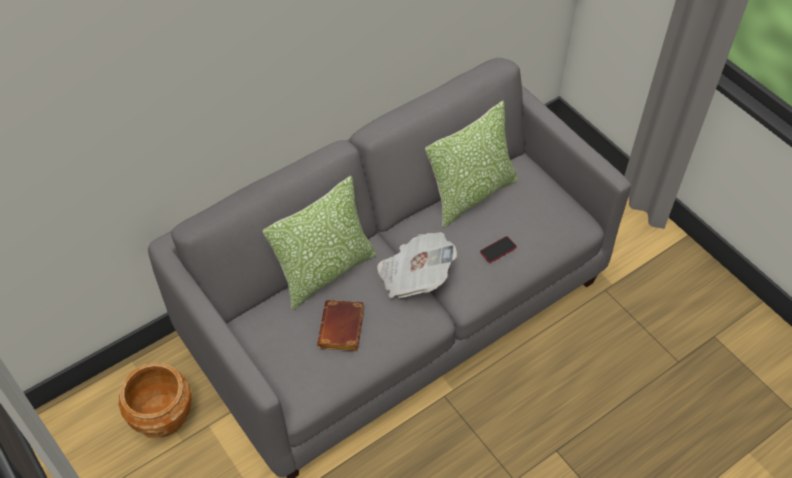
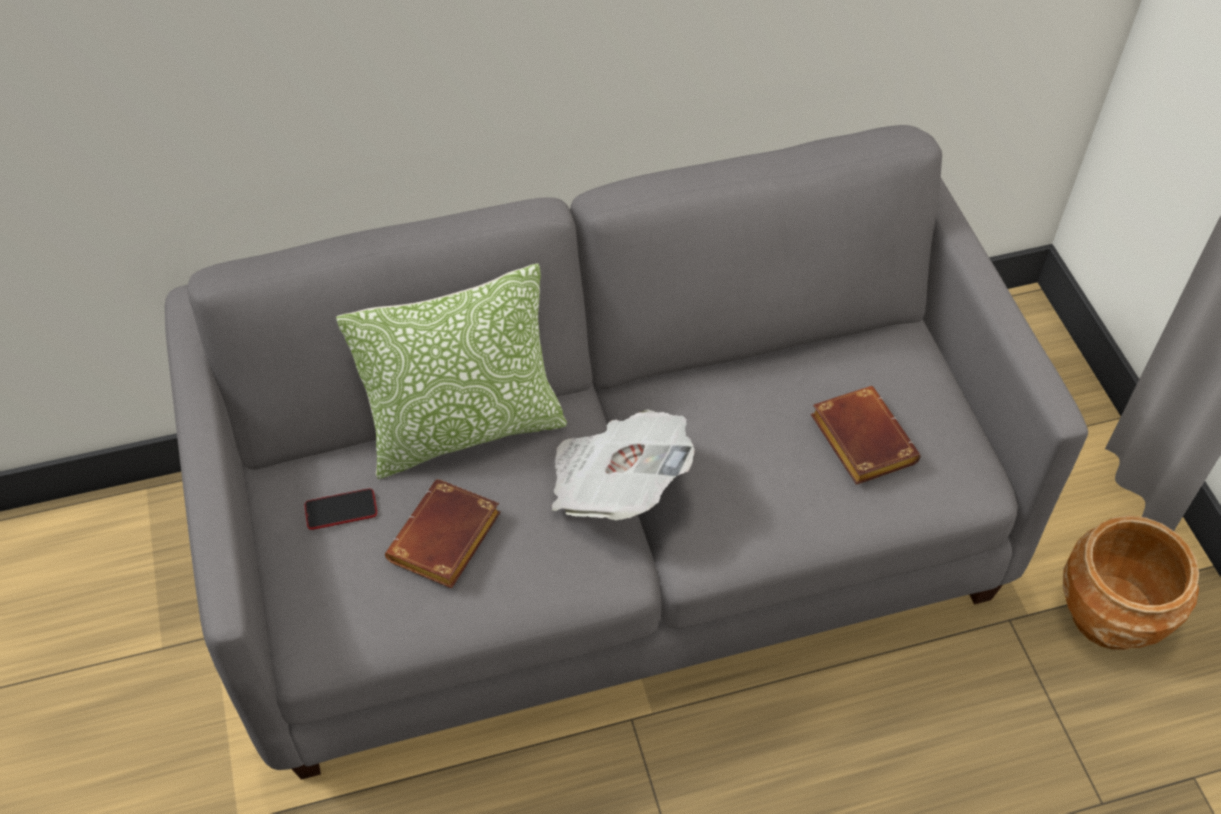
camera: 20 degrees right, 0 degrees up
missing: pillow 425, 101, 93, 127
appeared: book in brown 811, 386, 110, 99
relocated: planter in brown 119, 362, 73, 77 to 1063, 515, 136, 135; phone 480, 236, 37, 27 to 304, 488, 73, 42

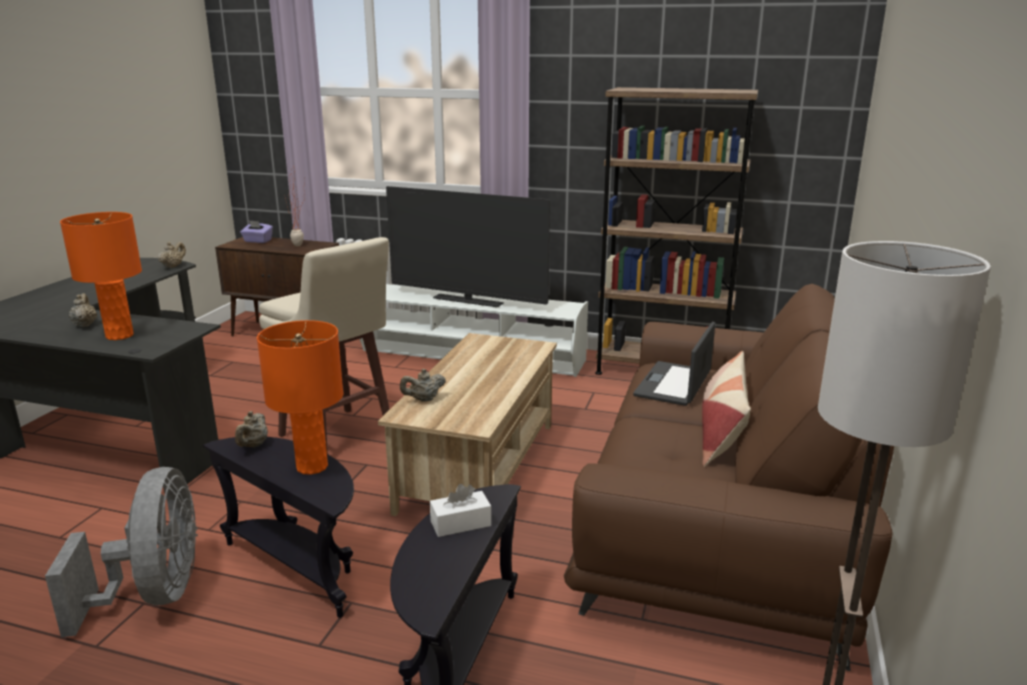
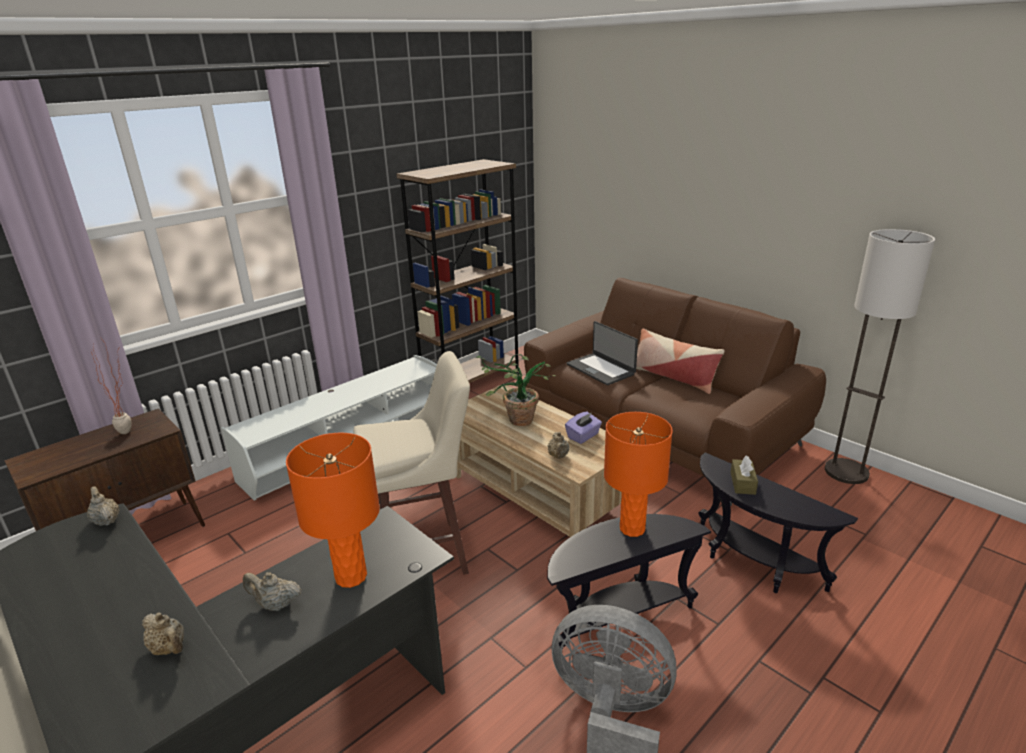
camera: 60 degrees left, 5 degrees up
missing: television 386, 186, 164, 121
appeared: potted plant 476, 354, 80, 72
relocated: teapot in beige 235, 411, 33, 36 to 142, 613, 42, 42; tissue box in purple 240, 220, 33, 23 to 565, 412, 37, 32
colour: tissue box in white 430, 484, 61, 53 to tissue box in brown 731, 455, 27, 40

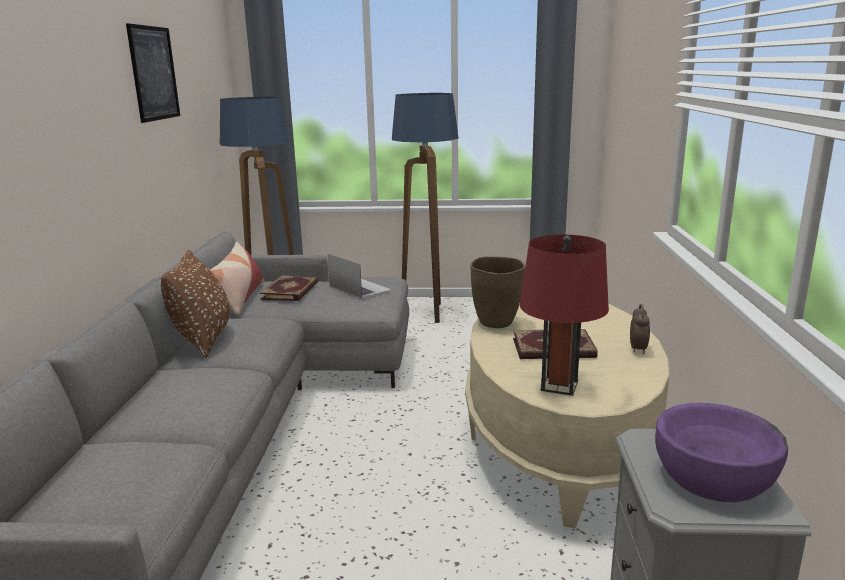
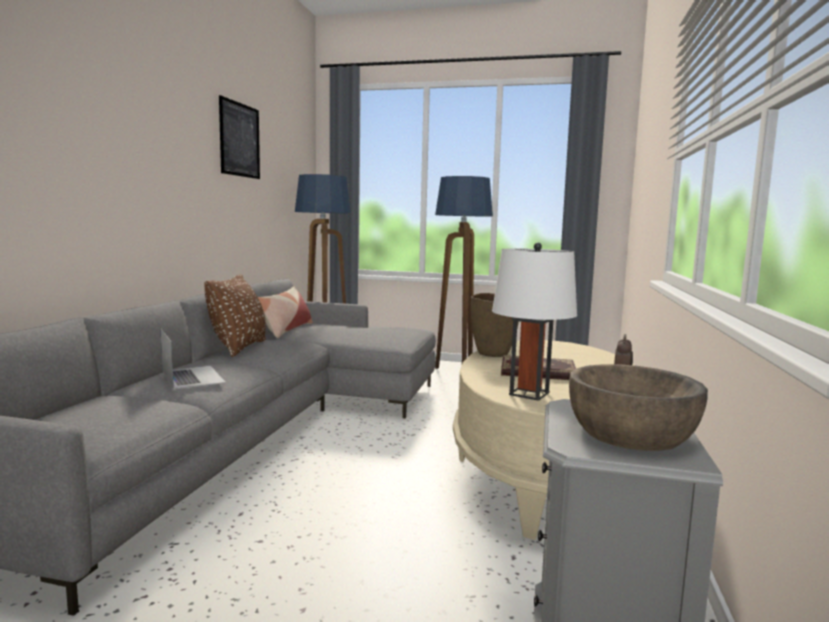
camera: 10 degrees right, 10 degrees down
missing: book 260, 275, 58, 26
relocated: laptop 328, 254, 63, 45 to 161, 329, 65, 60
colour: table lamp in red 520, 235, 89, 161 to table lamp in white 492, 242, 85, 159; bowl in purple 655, 403, 133, 99 to bowl in brown 569, 364, 139, 87

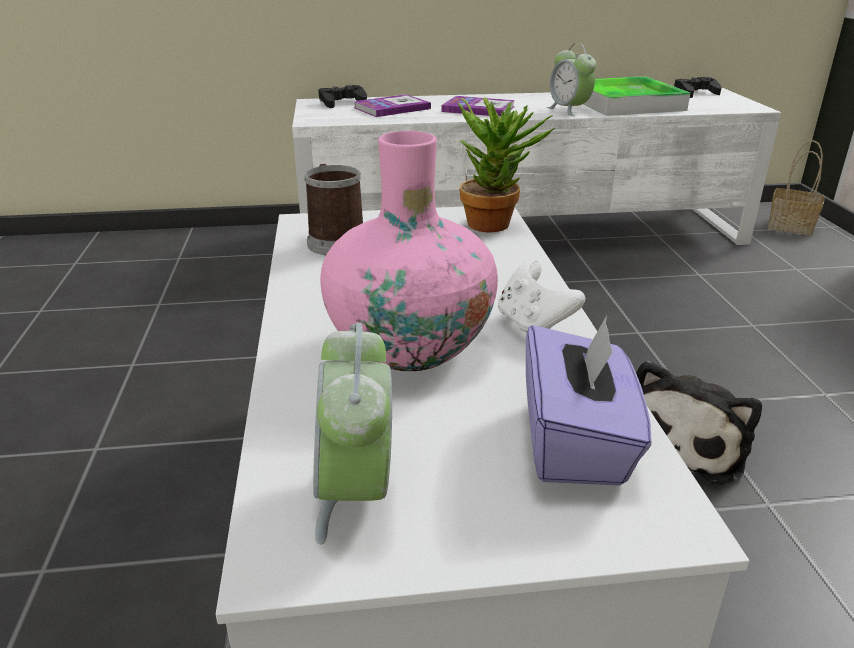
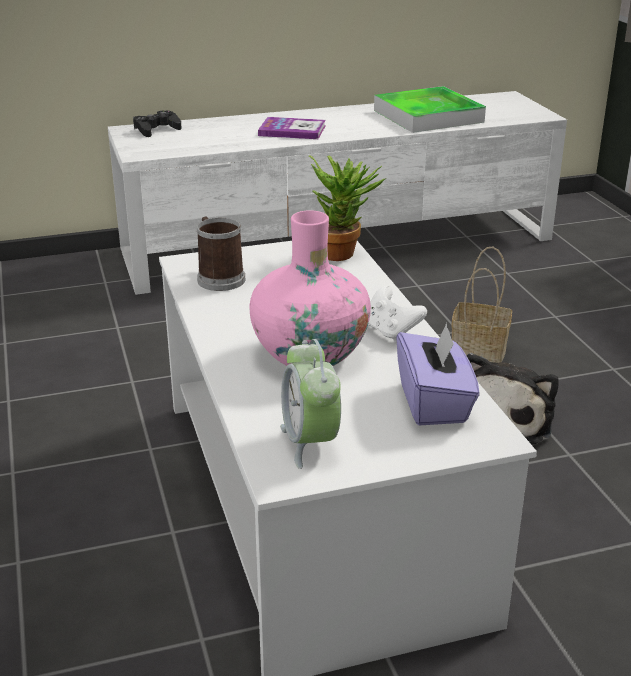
camera: 10 degrees left, 0 degrees up
missing: book 353, 94, 78, 23; alarm clock 547, 43, 49, 73; game controller in black 674, 76, 48, 22
relocated: basket 768, 140, 57, 96 to 451, 246, 61, 117

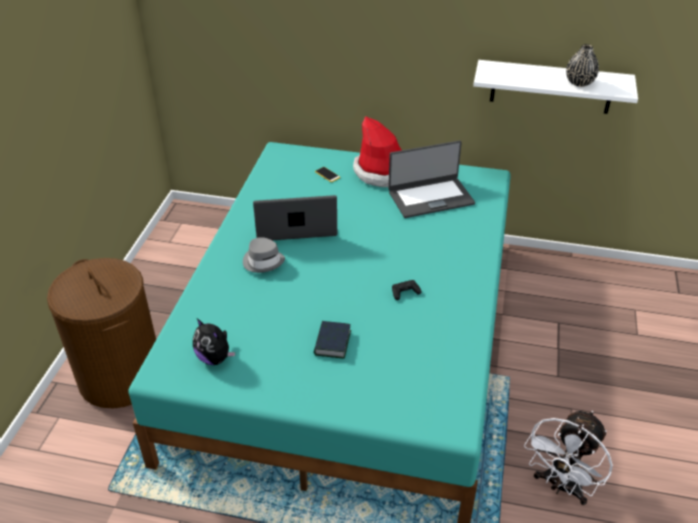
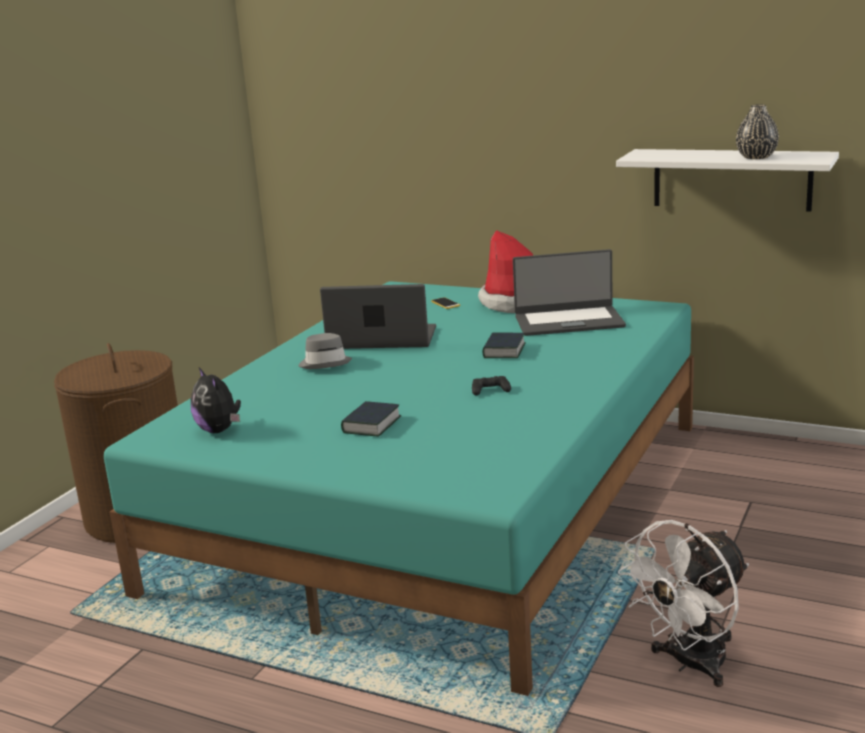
camera: 15 degrees right, 20 degrees down
appeared: book 482, 333, 44, 25

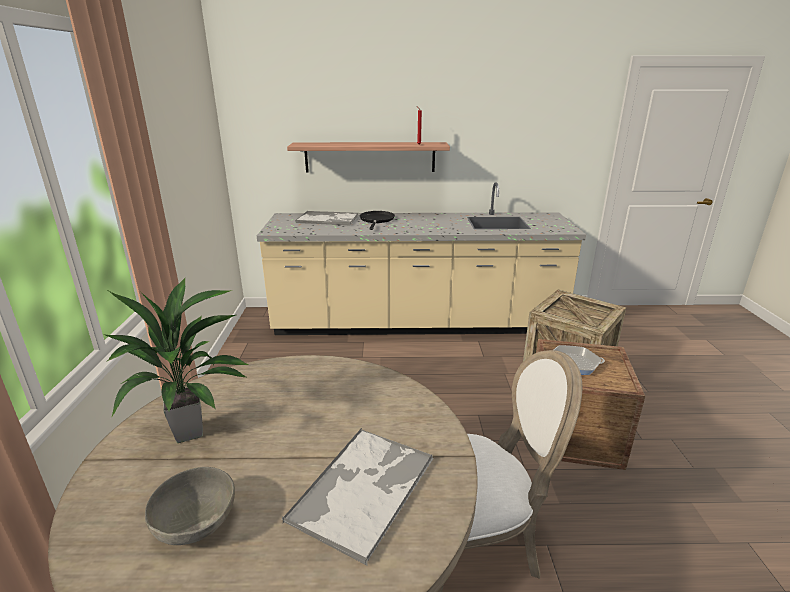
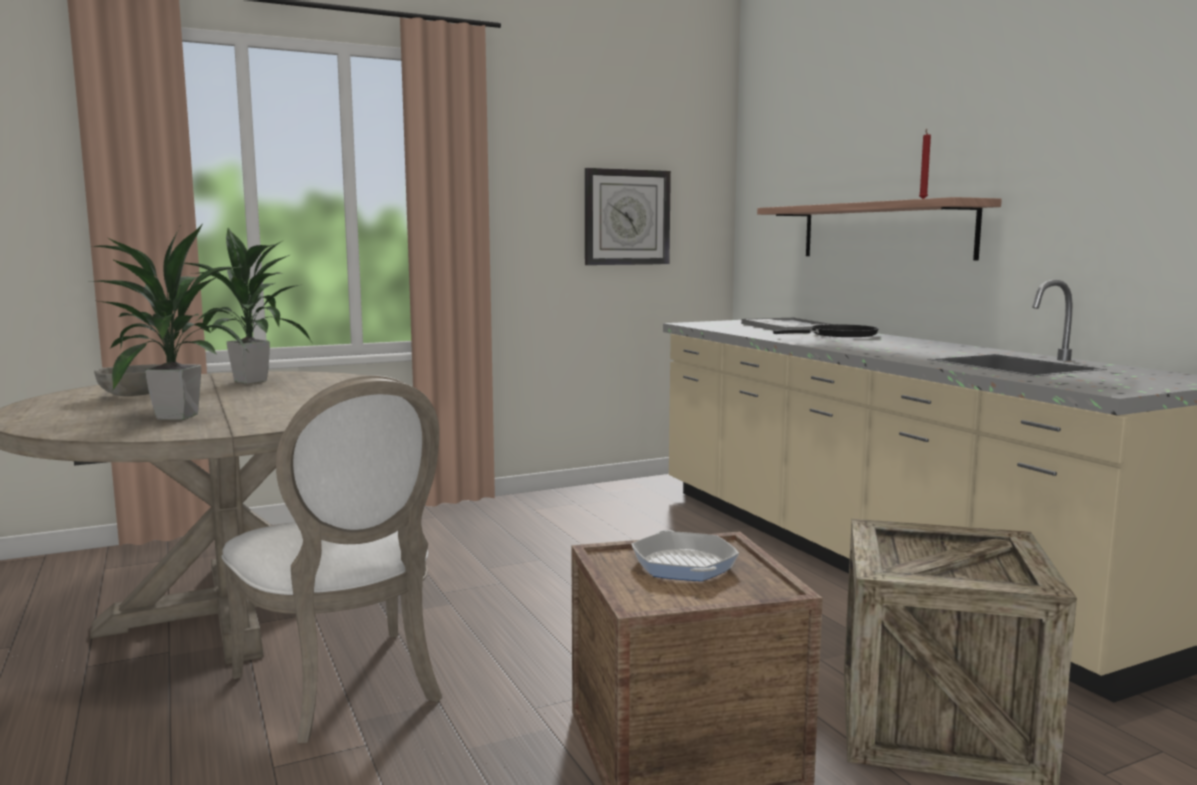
camera: 65 degrees right, 15 degrees down
appeared: wall clock 585, 168, 86, 97
exchanged: tray 282, 428, 152, 137 to potted plant 92, 225, 156, 195

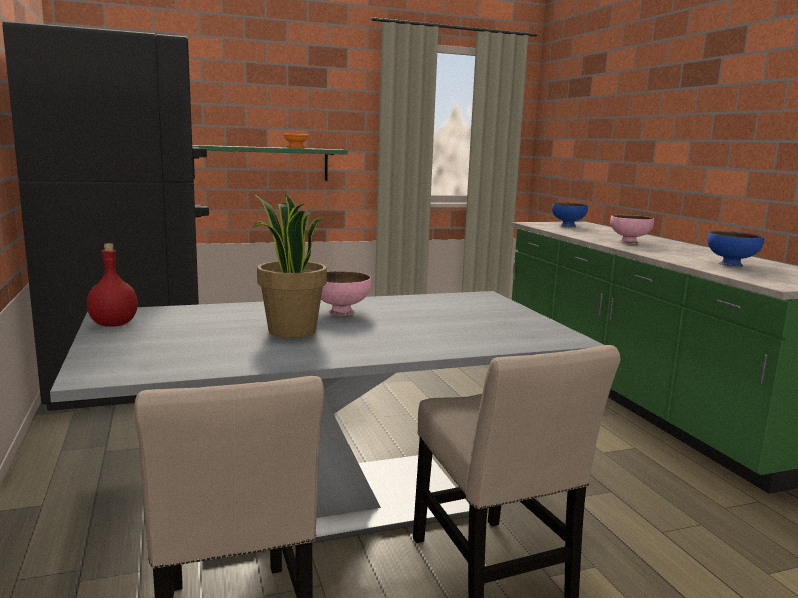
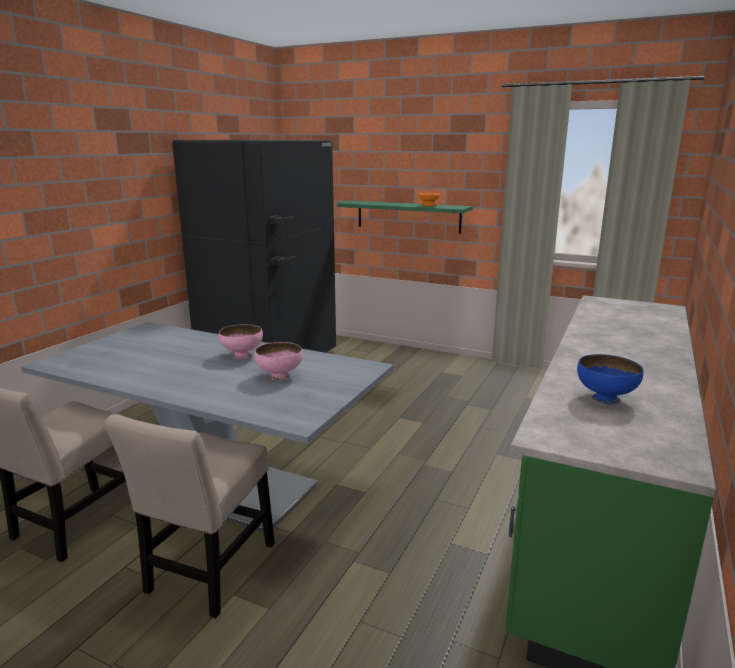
camera: 45 degrees right, 5 degrees up
missing: bottle in red 87, 243, 51, 84; potted plant 252, 194, 75, 144; bowl in blue 552, 203, 36, 24
relocated: bowl in pink 610, 215, 44, 29 to 254, 342, 49, 38

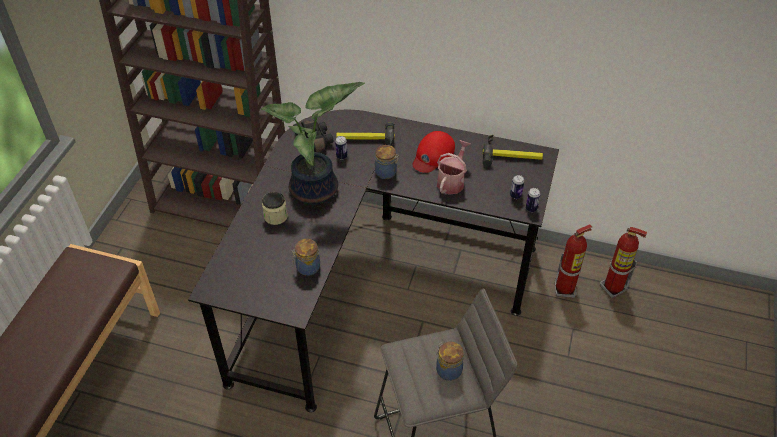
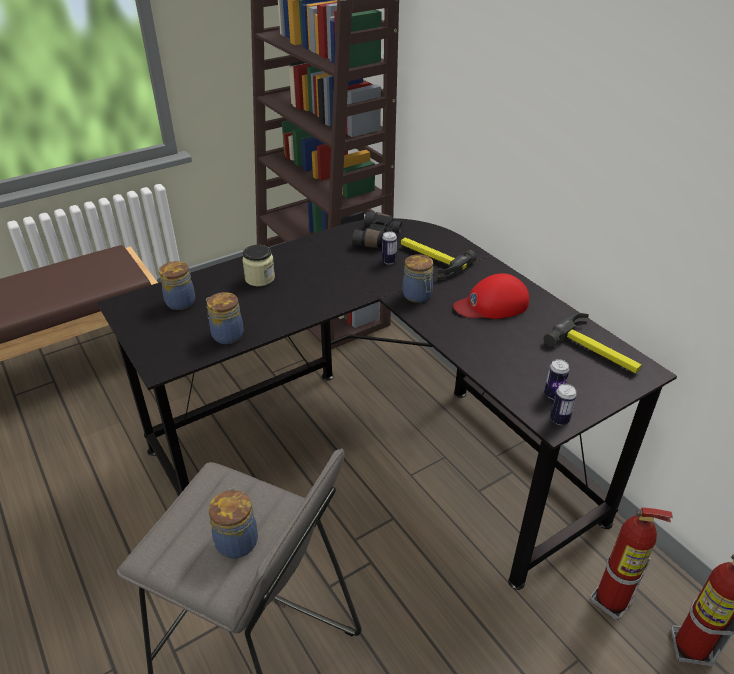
camera: 40 degrees right, 10 degrees down
missing: potted plant 262, 82, 103, 123; watering can 437, 140, 34, 55
appeared: jar 159, 261, 36, 49

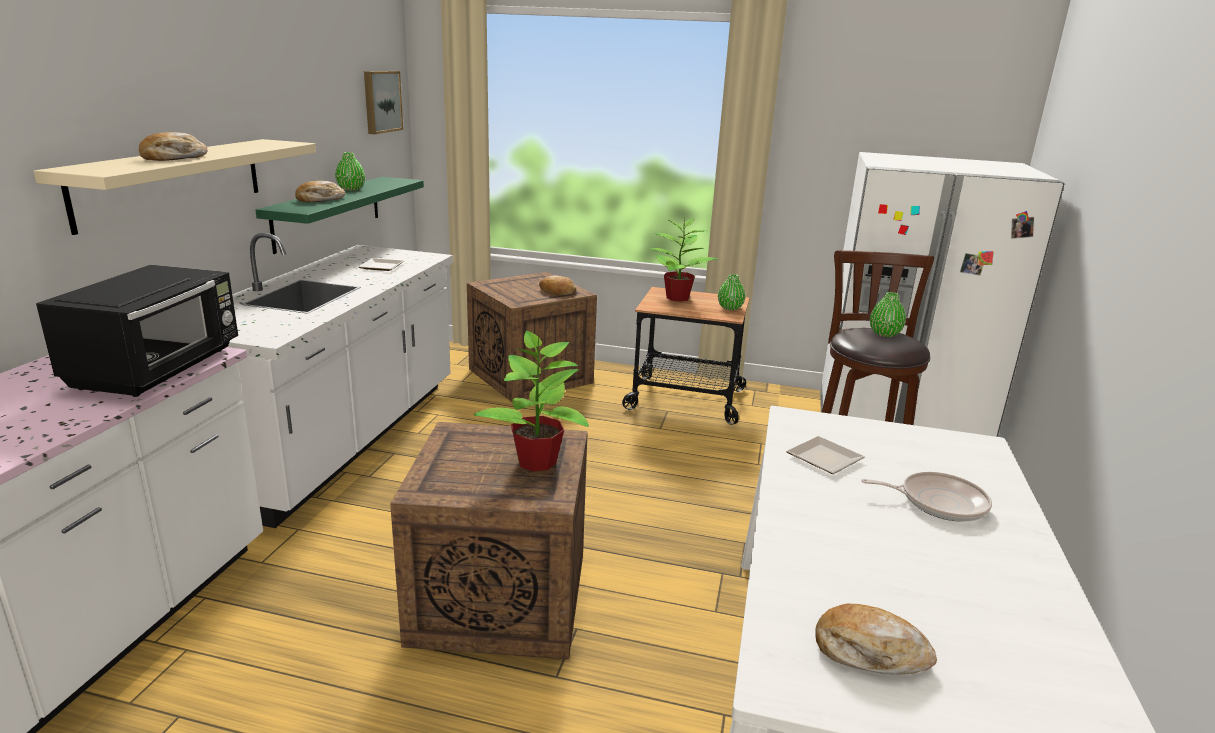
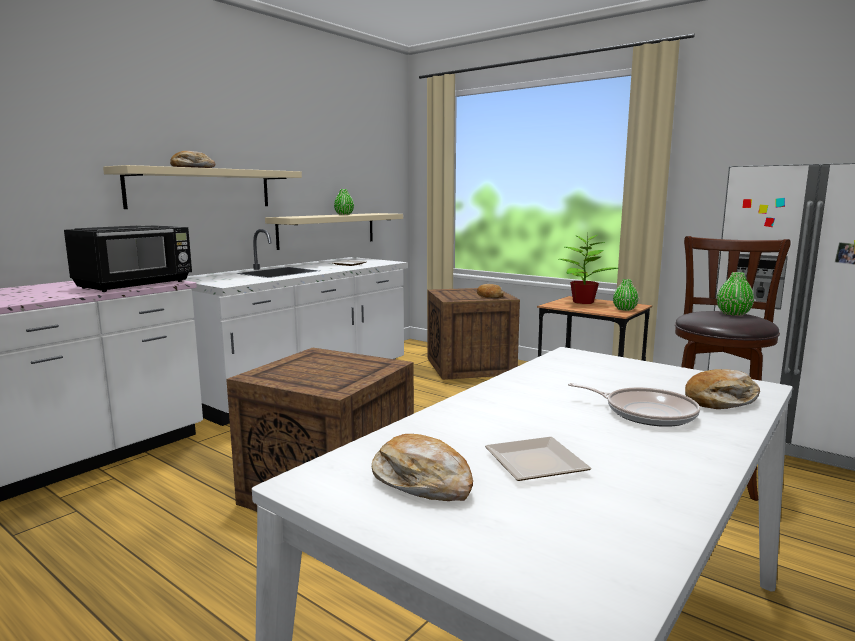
camera: 25 degrees right, 10 degrees down
missing: picture 364, 71, 39, 63; potted plant 474, 331, 115, 140
relocated: bread 295, 181, 50, 21 to 685, 369, 75, 40; plate 786, 436, 79, 38 to 485, 437, 107, 44
colour: shelf in green 255, 177, 169, 77 to shelf in beige 265, 213, 138, 37

